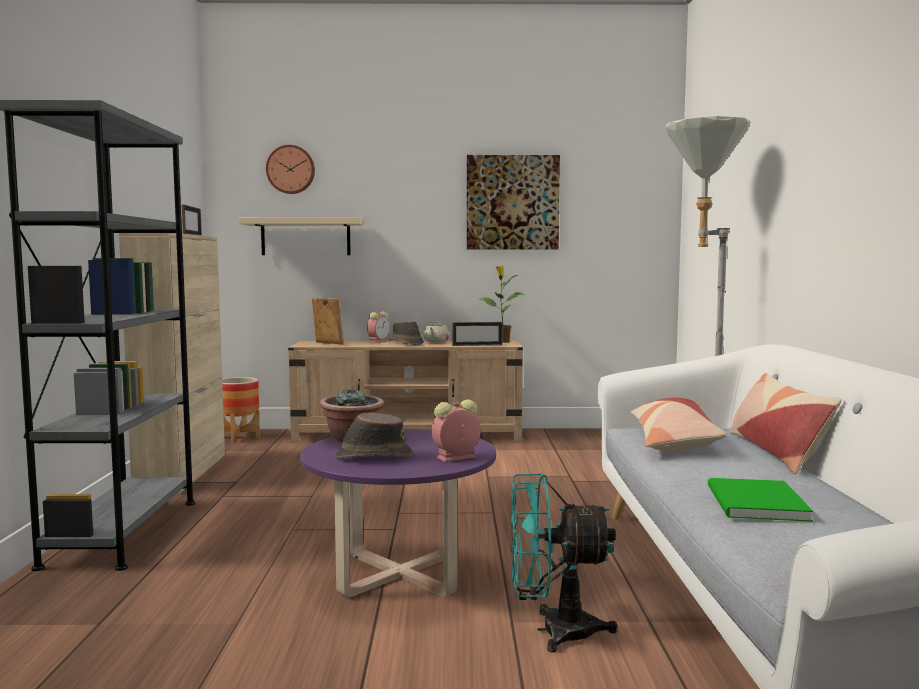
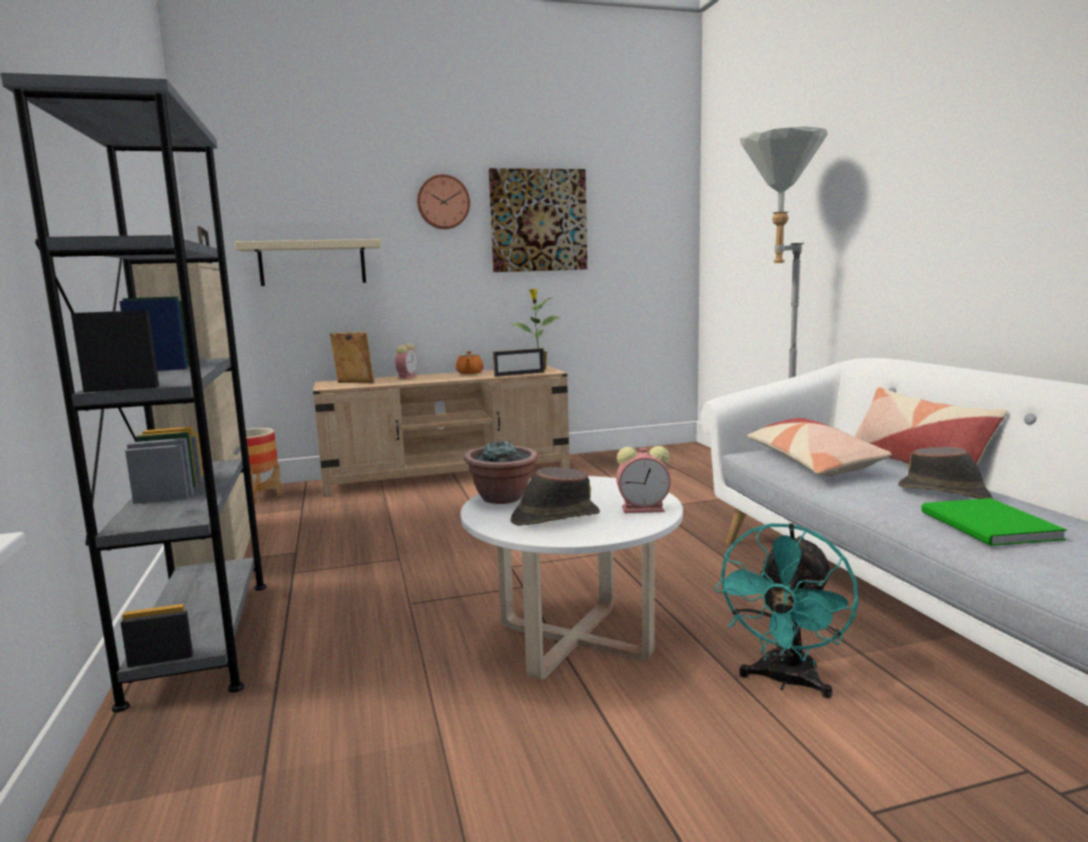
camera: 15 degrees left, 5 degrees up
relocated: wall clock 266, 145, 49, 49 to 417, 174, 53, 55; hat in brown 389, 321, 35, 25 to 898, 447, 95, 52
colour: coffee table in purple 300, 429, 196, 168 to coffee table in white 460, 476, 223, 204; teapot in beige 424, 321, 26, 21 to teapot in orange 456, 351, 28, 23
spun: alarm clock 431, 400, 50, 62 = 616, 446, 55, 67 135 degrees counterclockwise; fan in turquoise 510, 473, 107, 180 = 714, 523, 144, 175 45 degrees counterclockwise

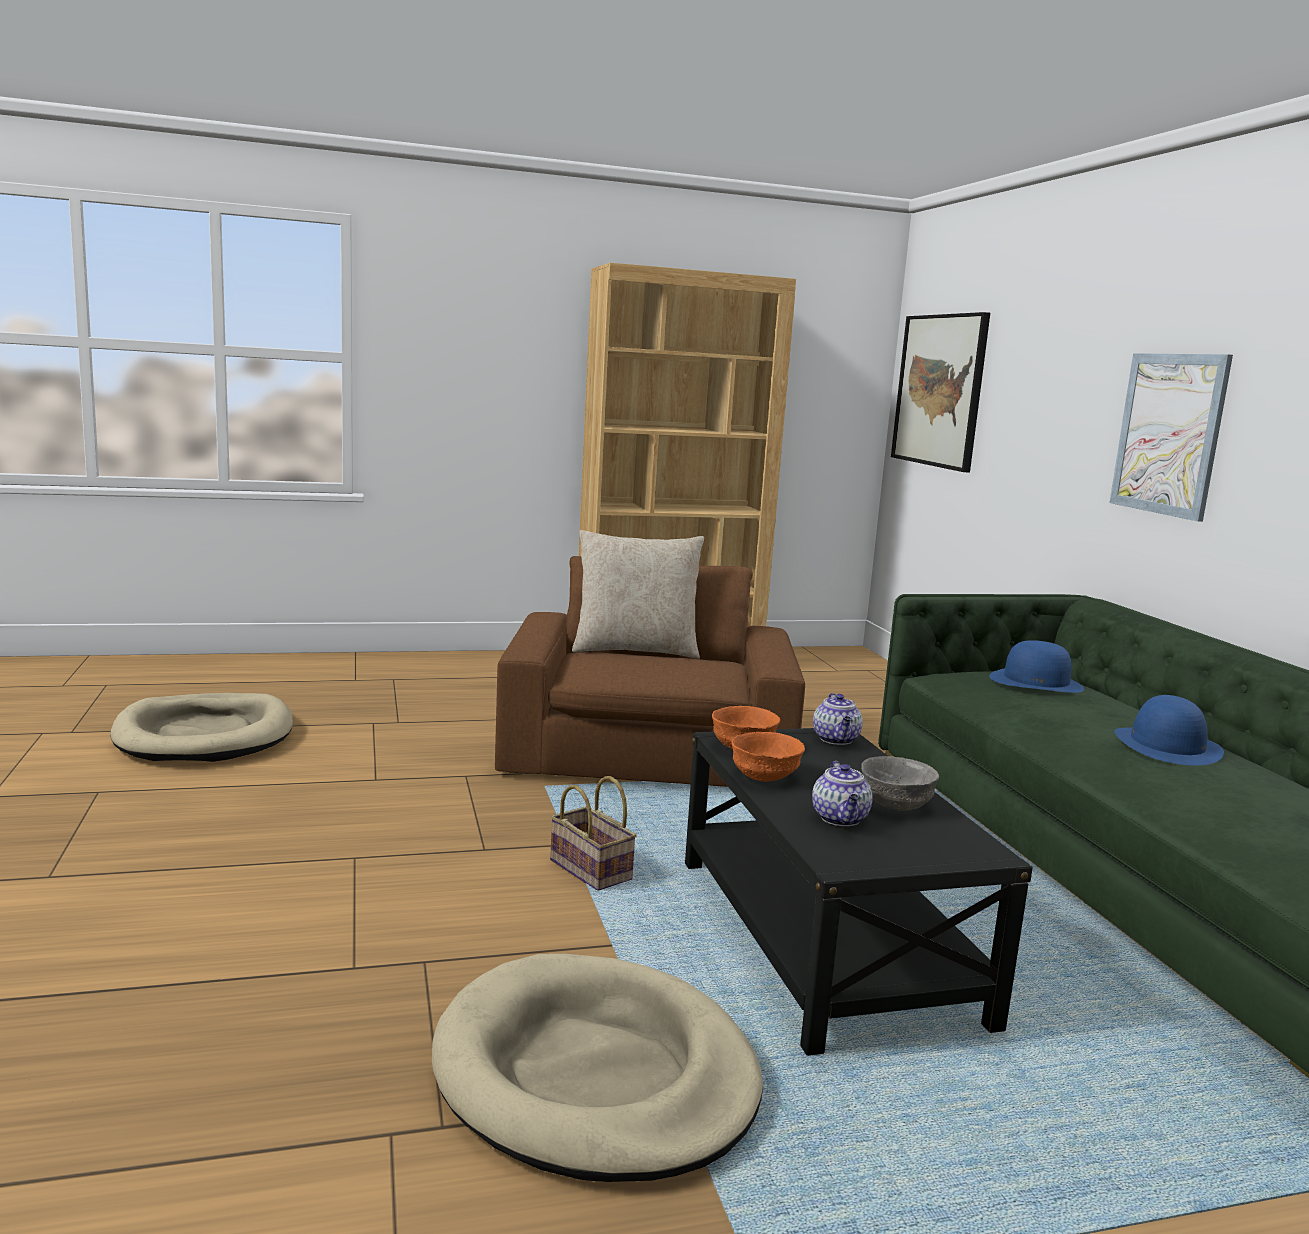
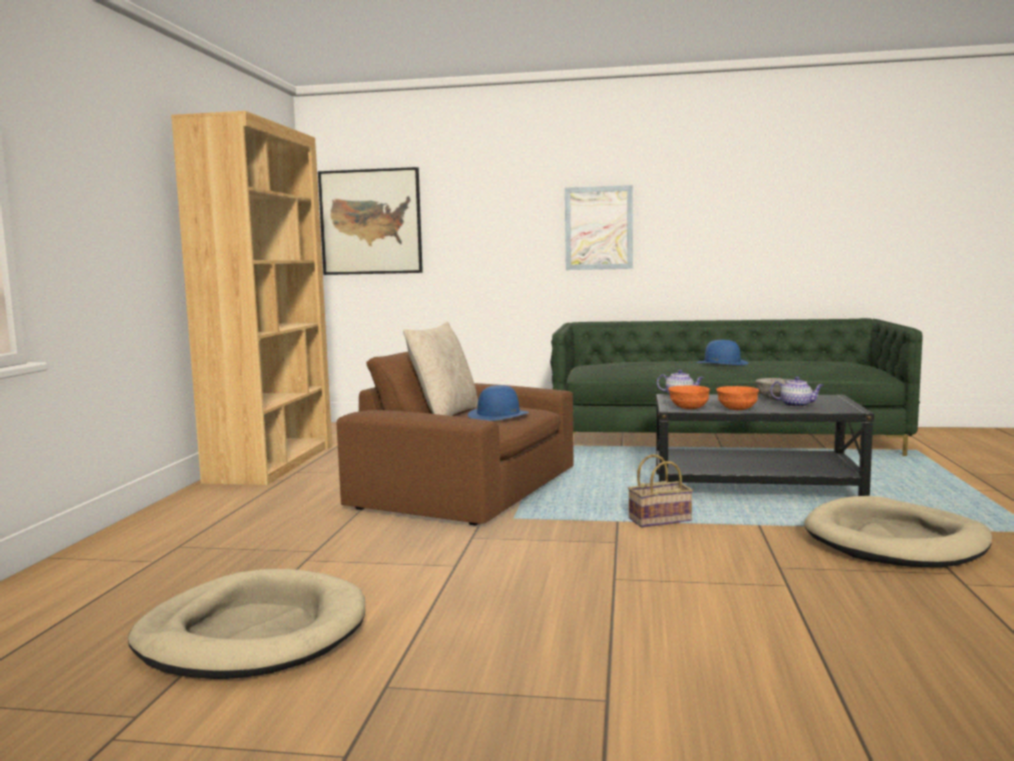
camera: 65 degrees left, 5 degrees down
relocated: hat in blue 989, 640, 95, 53 to 468, 385, 61, 36

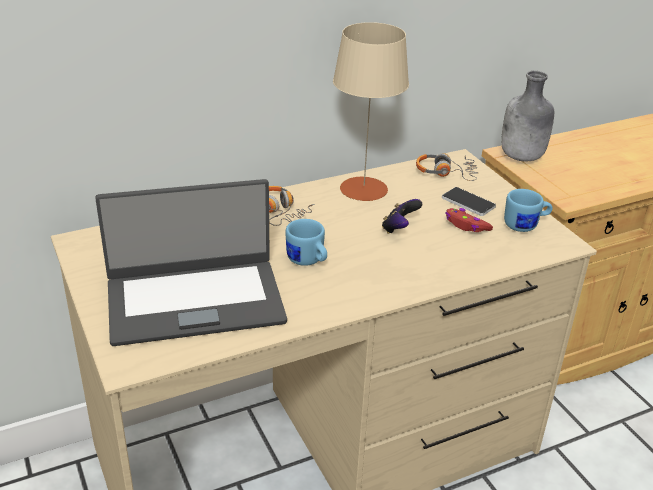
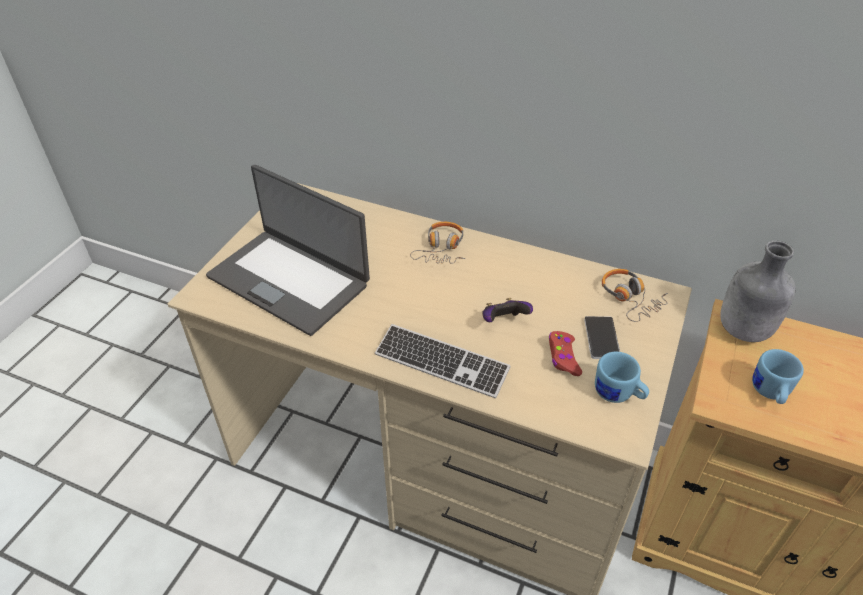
camera: 50 degrees right, 10 degrees up
missing: table lamp in beige 333, 22, 76, 179
appeared: keyboard 375, 324, 135, 74
relocated: mug in blue 286, 219, 41, 47 to 752, 349, 52, 55

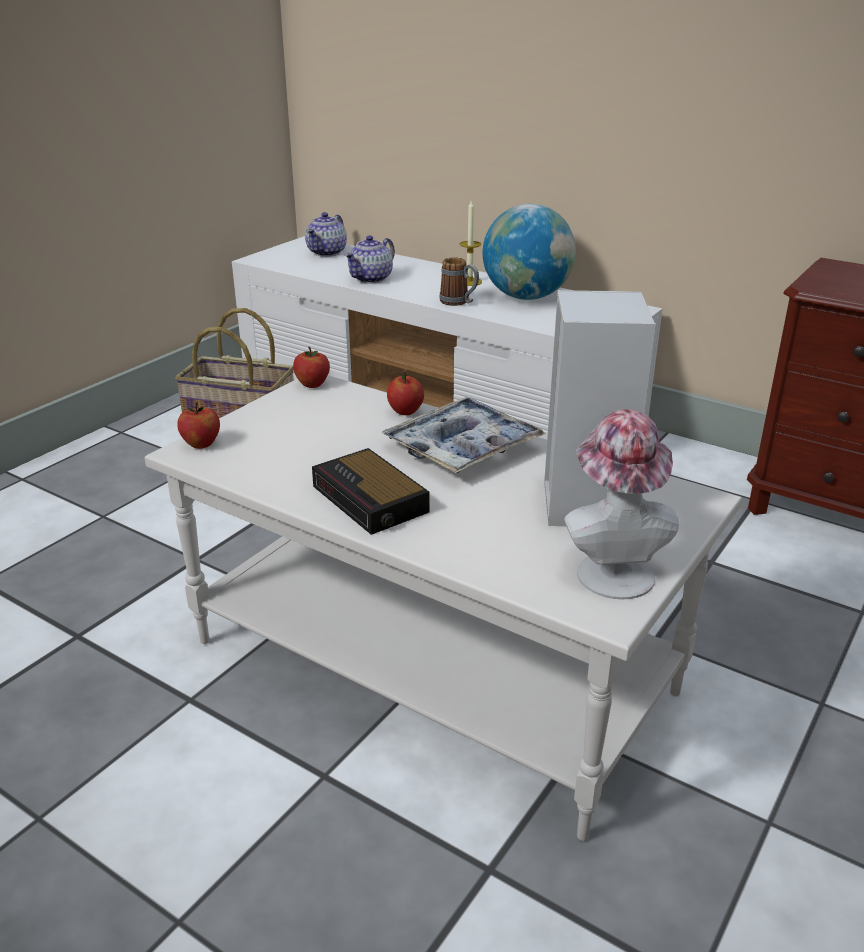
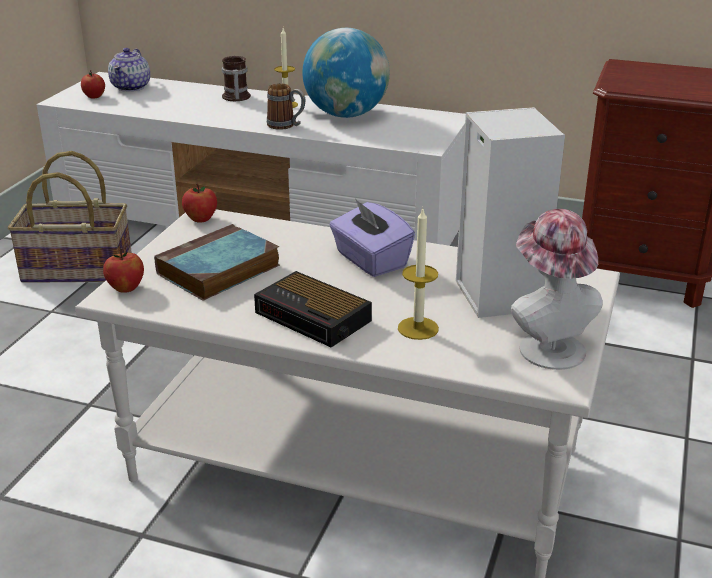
camera: 15 degrees left, 0 degrees up
missing: teapot 345, 235, 50, 48
appeared: book 154, 224, 126, 77; mug 222, 56, 29, 45; candle 398, 209, 41, 131
relocated: apple 387, 371, 37, 44 to 81, 70, 24, 29
exchanged: tray 382, 397, 164, 76 to tissue box in purple 330, 200, 85, 77

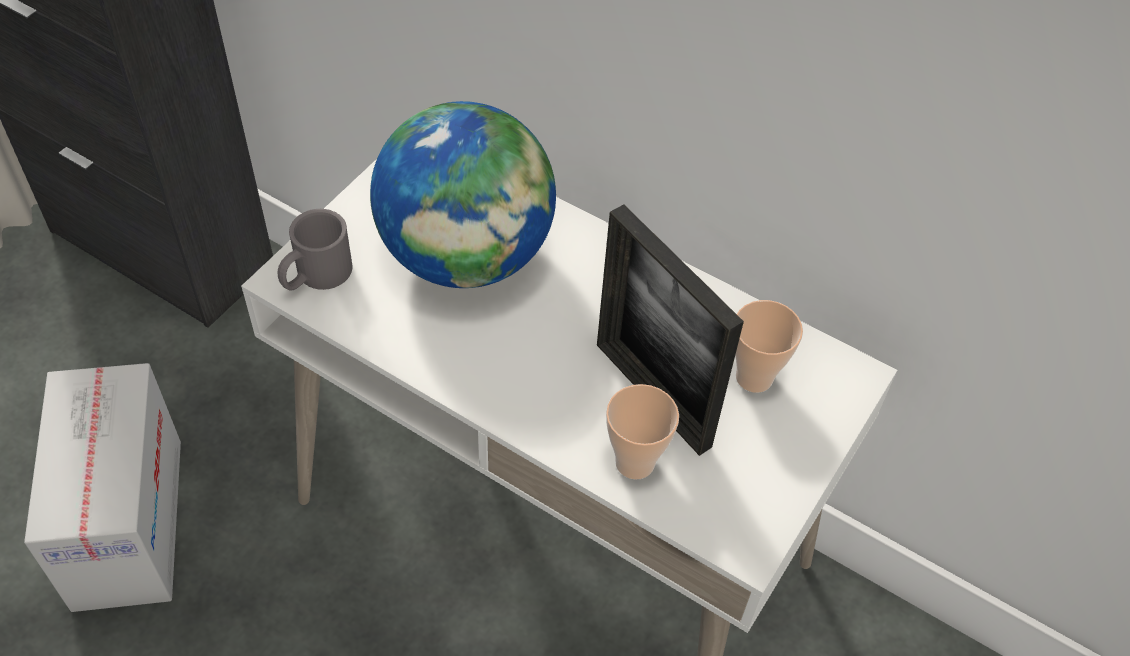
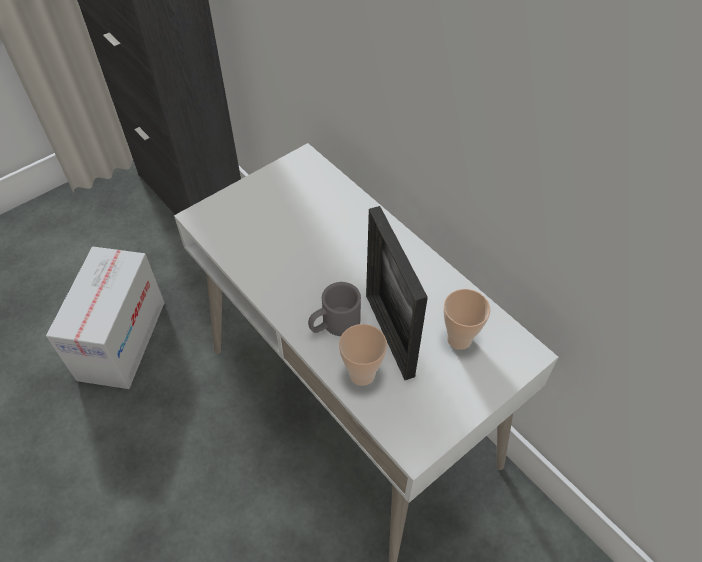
camera: 20 degrees right, 0 degrees up
missing: globe 370, 101, 186, 187
relocated: mug in grey 278, 209, 75, 82 to 308, 282, 53, 54

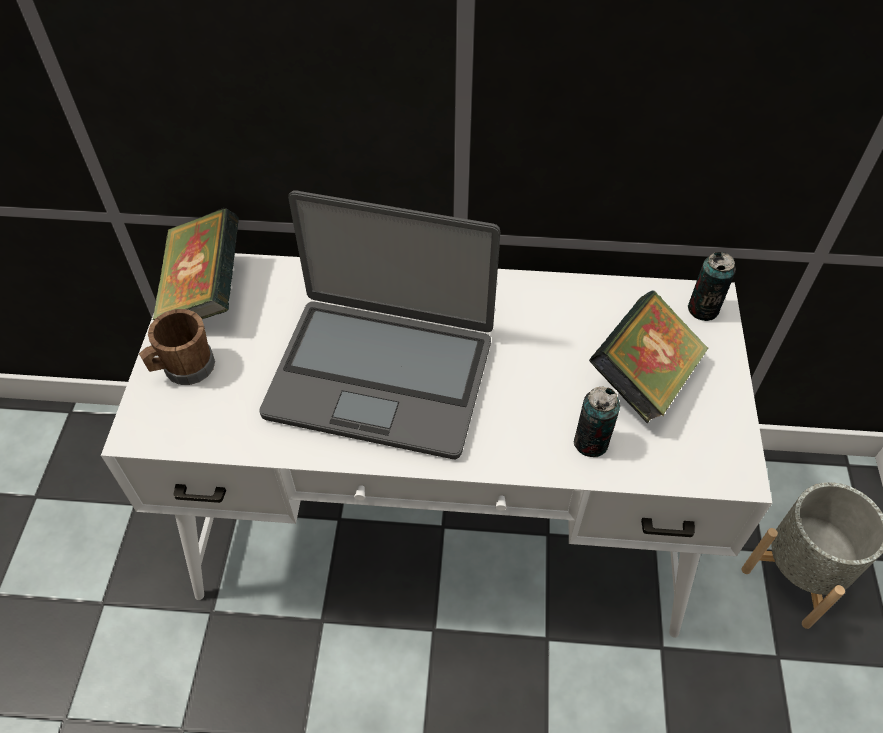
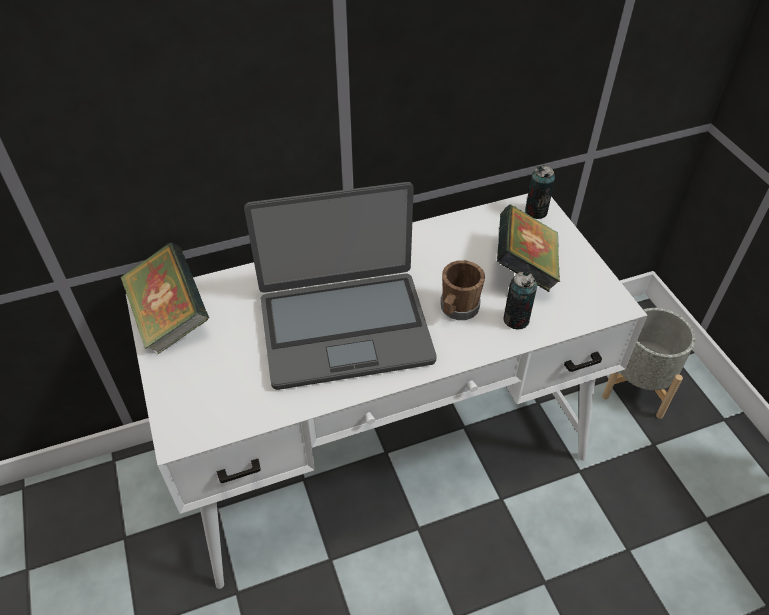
camera: 25 degrees left, 5 degrees down
relocated: mug in brown 139, 309, 76, 76 to 441, 260, 44, 60

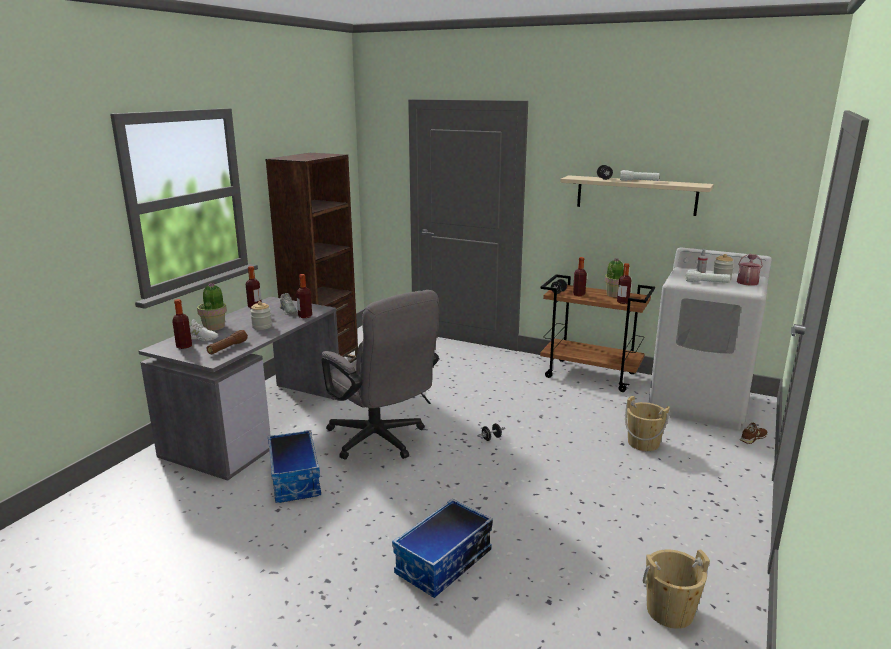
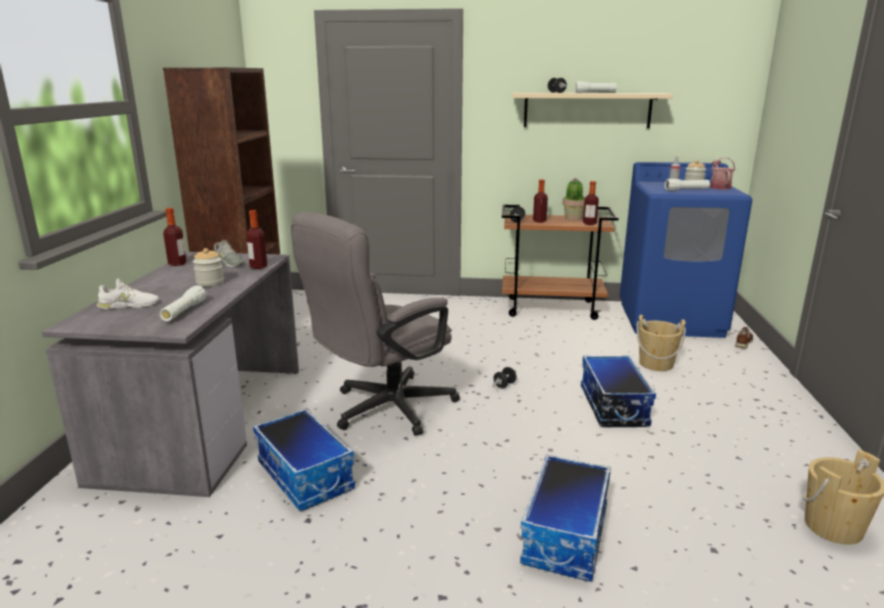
camera: 20 degrees left, 0 degrees up
missing: bottle 172, 299, 20, 50; potted plant 197, 283, 30, 48
appeared: storage box 581, 356, 75, 71
colour: flashlight in brown 207, 330, 41, 24 to flashlight in white 160, 286, 46, 35; washing machine in white 649, 247, 123, 183 to washing machine in blue 620, 162, 132, 176
spun: office chair in grey 321, 290, 118, 170 = 291, 212, 169, 224 105 degrees clockwise

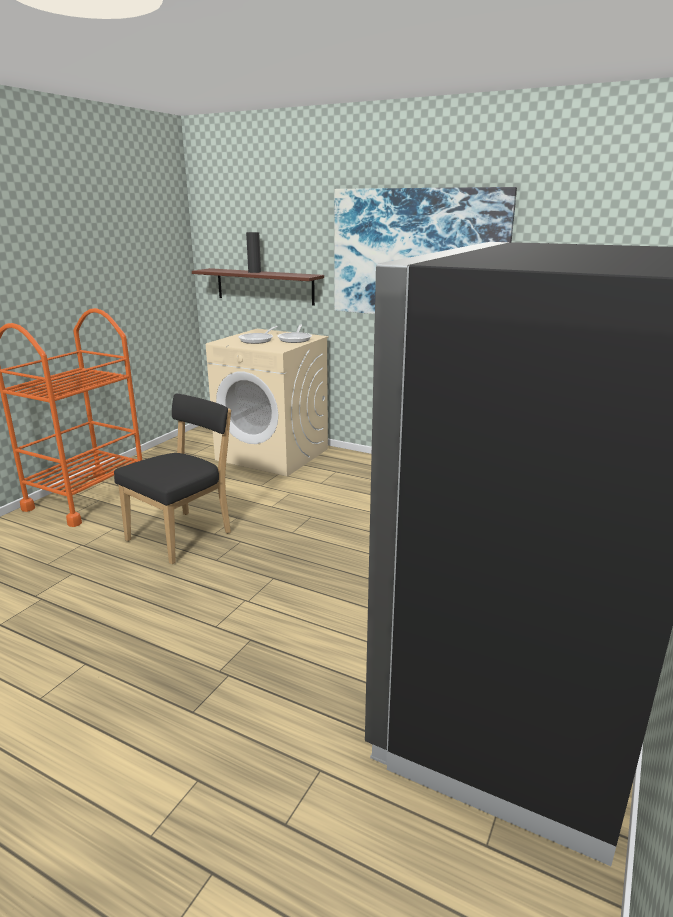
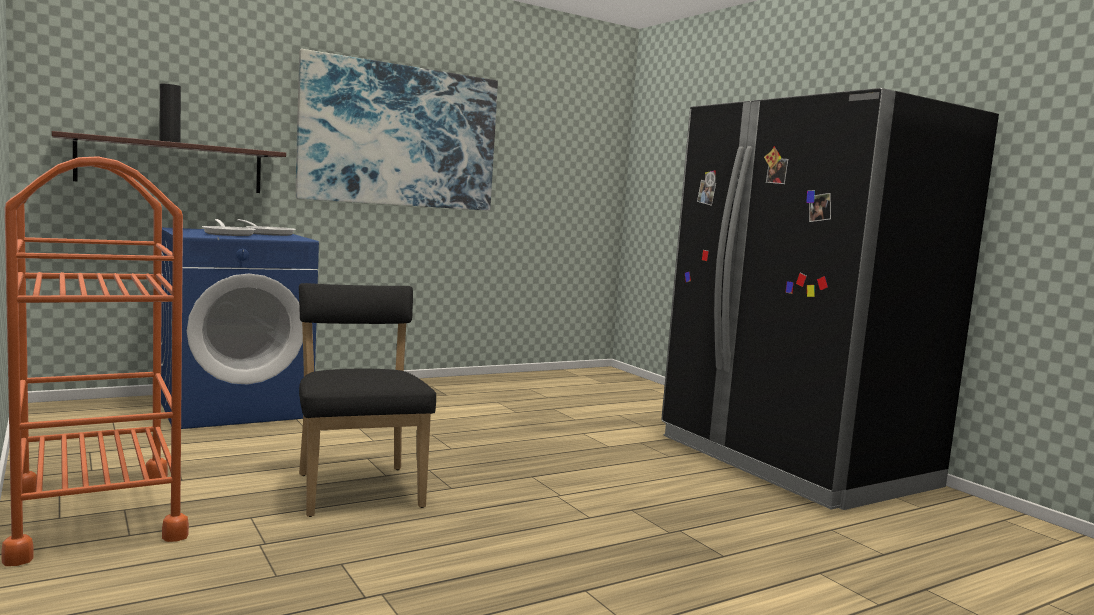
camera: 60 degrees left, 15 degrees down
colour: washing machine in beige 206, 329, 123, 148 to washing machine in blue 161, 228, 158, 201

